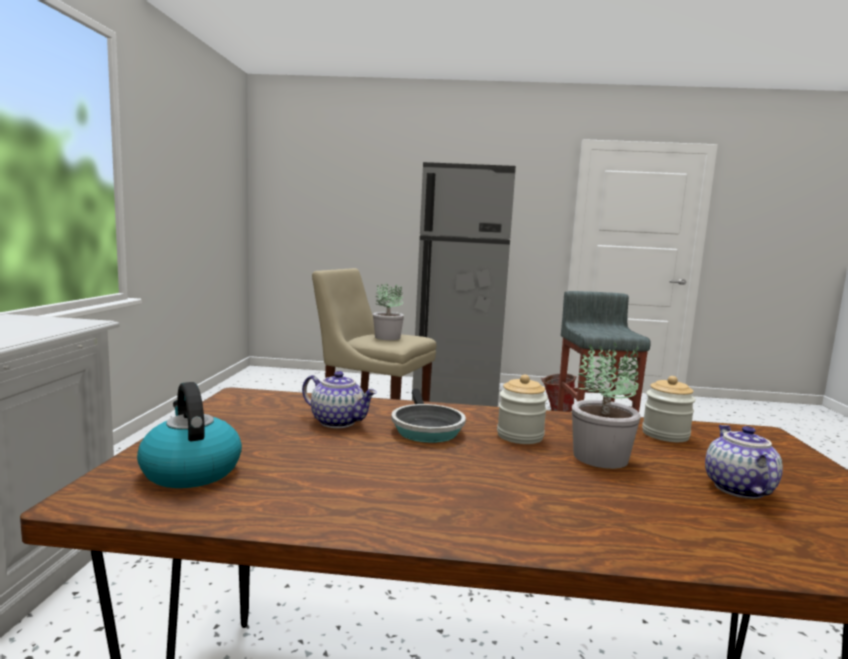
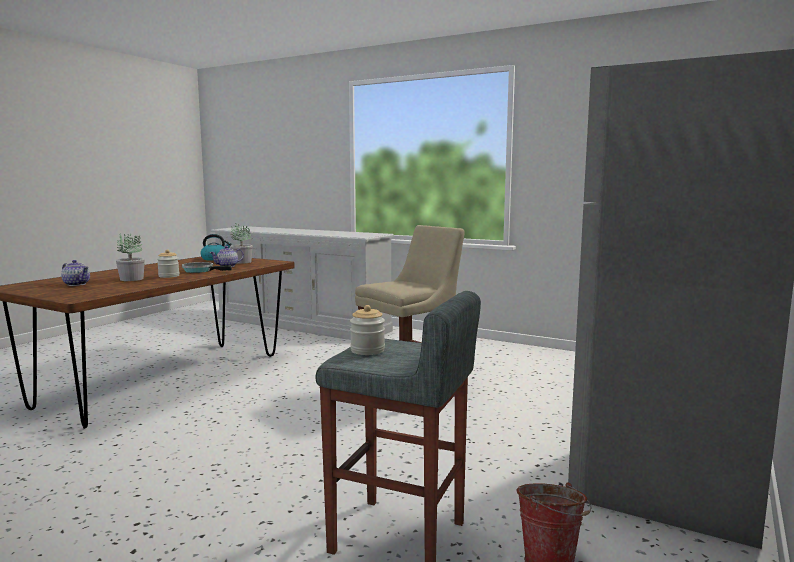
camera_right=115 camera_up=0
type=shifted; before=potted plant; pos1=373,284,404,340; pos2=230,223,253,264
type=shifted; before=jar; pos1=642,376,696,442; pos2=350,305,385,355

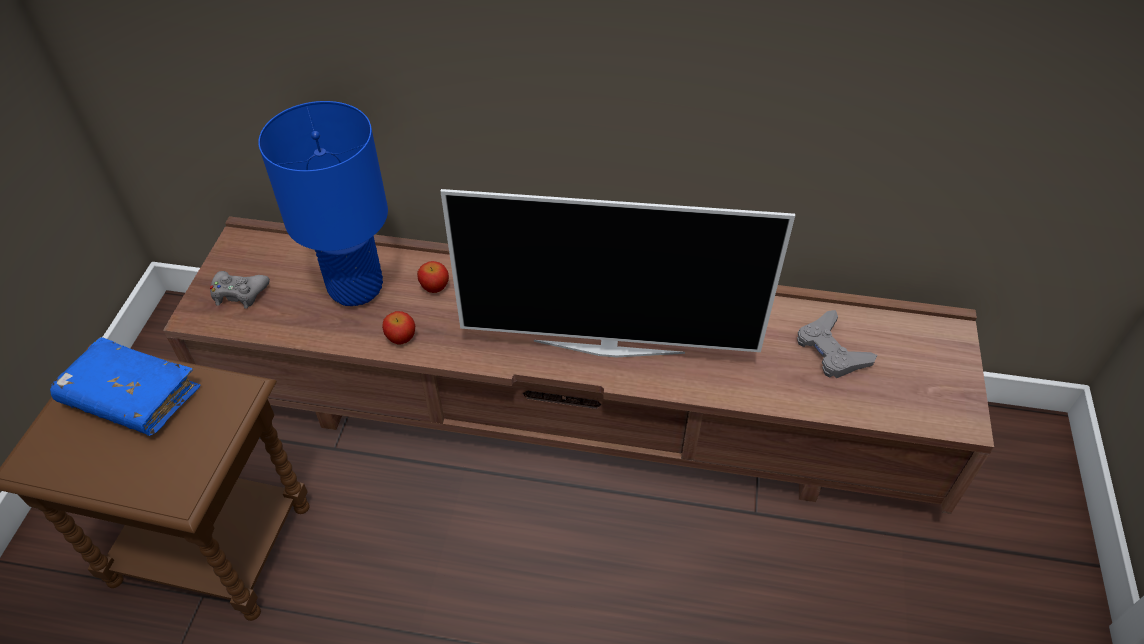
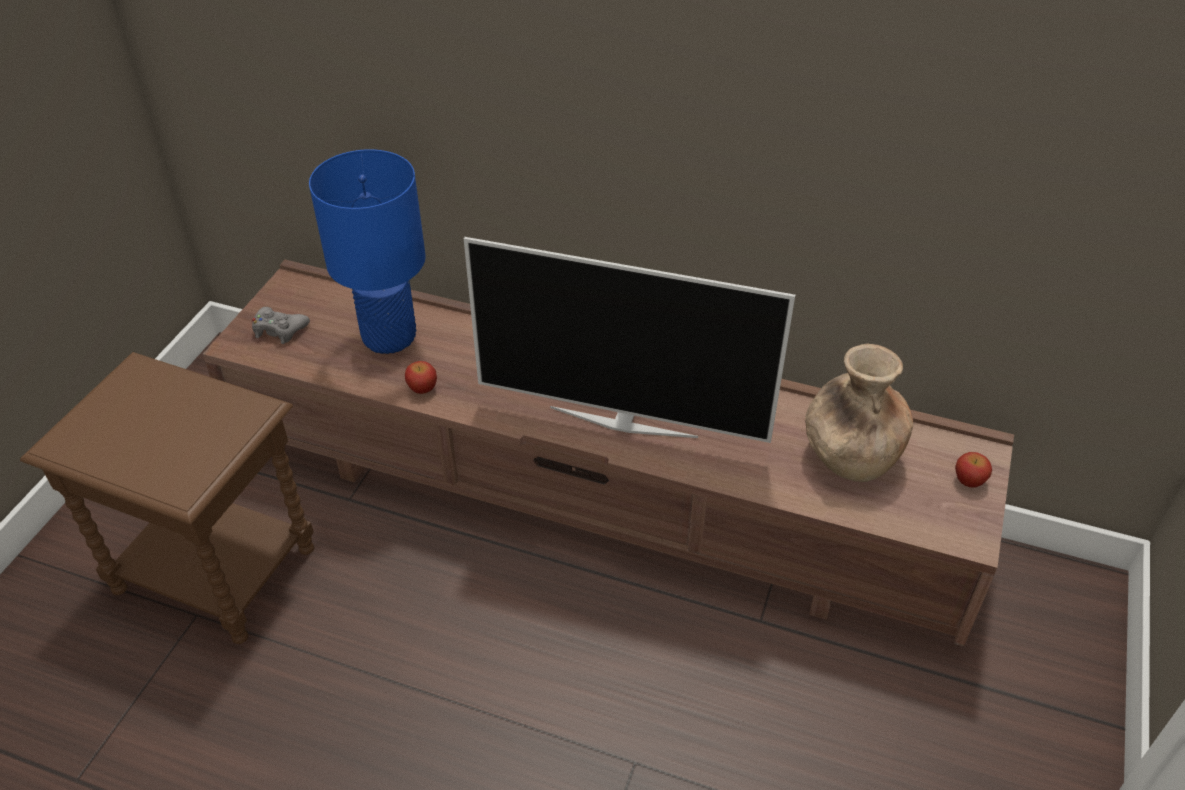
camera_right=10 camera_up=-5
type=shifted; before=apple; pos1=417,261,449,293; pos2=955,452,992,488
type=swapped; before=grey game controller; after=brown vase; pos1=797,310,877,378; pos2=805,343,913,482
type=gone; before=blue book; pos1=50,337,201,436

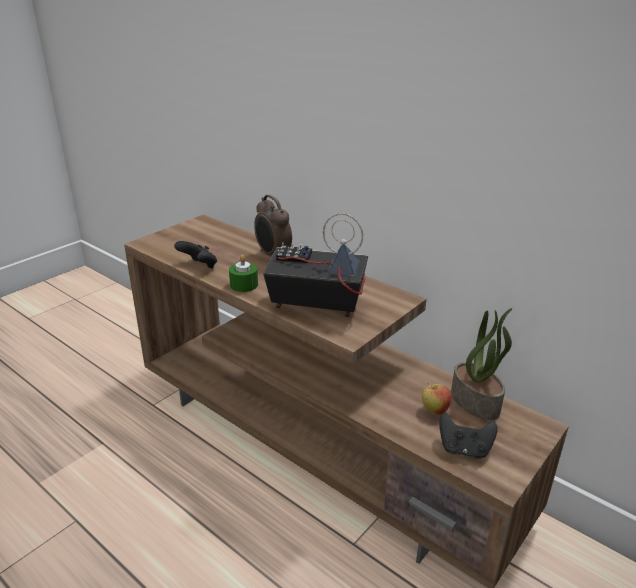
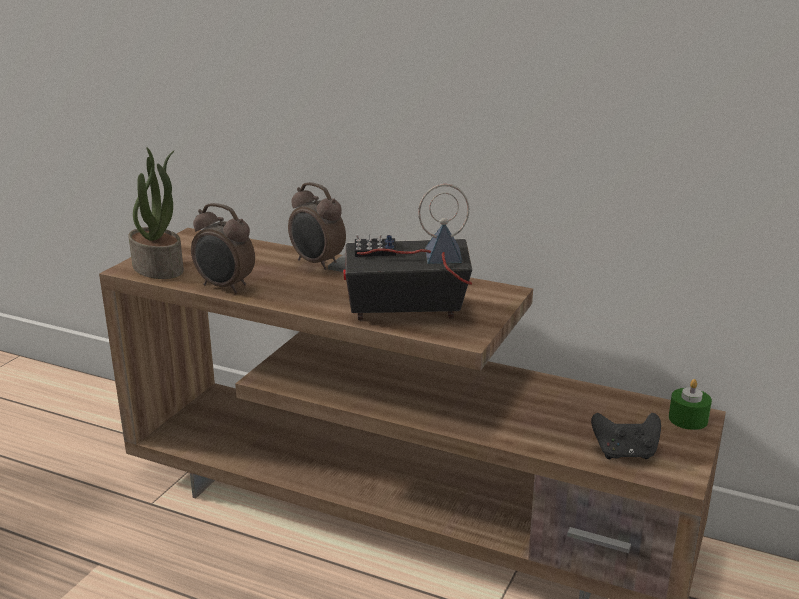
camera_right=-15 camera_up=-5
type=swapped; before=black game controller; after=alarm clock; pos1=174,241,217,268; pos2=191,203,255,294
type=shifted; before=green candle; pos1=229,255,258,292; pos2=669,379,712,430
type=shifted; before=potted plant; pos1=451,308,512,420; pos2=128,147,184,279
type=gone; before=apple; pos1=422,382,452,415

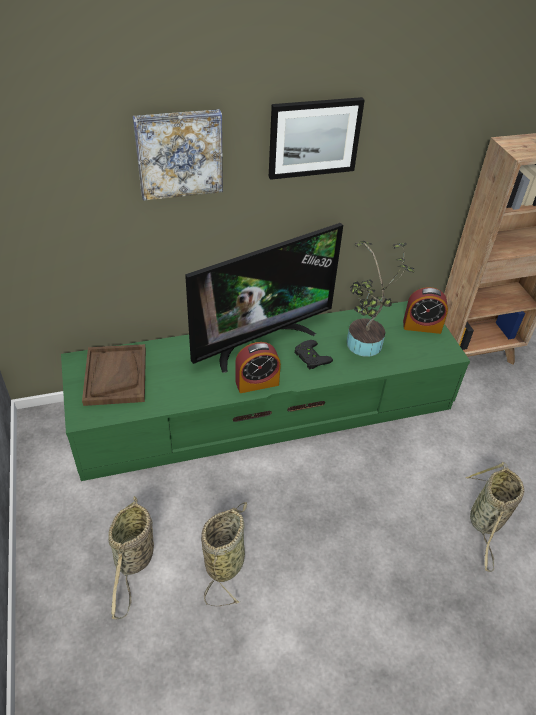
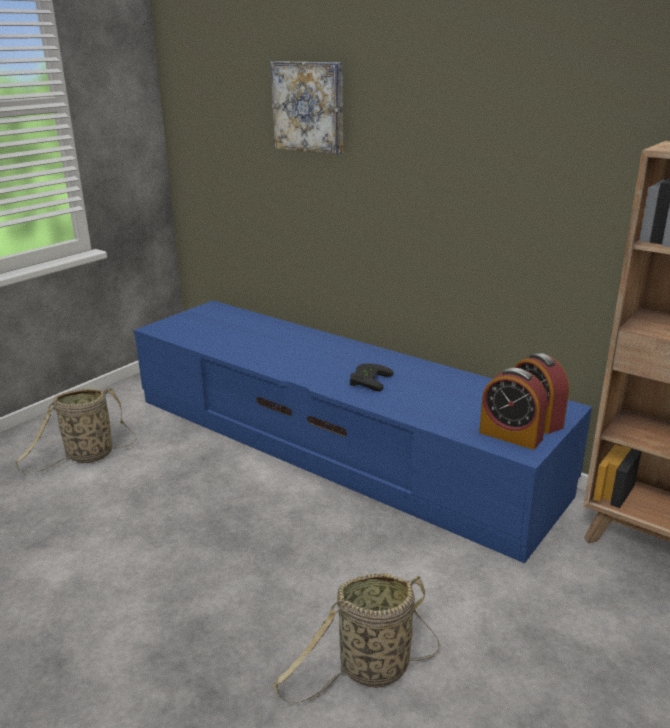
camera_right=55 camera_up=-20
type=gone; before=picture; pos1=269,97,365,180
type=gone; before=television; pos1=185,223,343,373
type=gone; before=potted plant; pos1=347,241,415,357
type=repainted; before=green tv stand; after=blue tv stand; pos1=61,301,470,481; pos2=134,301,592,563
type=shifted; before=alarm clock; pos1=235,342,281,393; pos2=479,368,547,450
type=gone; before=brown tray; pos1=82,344,146,406
type=gone; before=basket; pos1=201,502,247,606

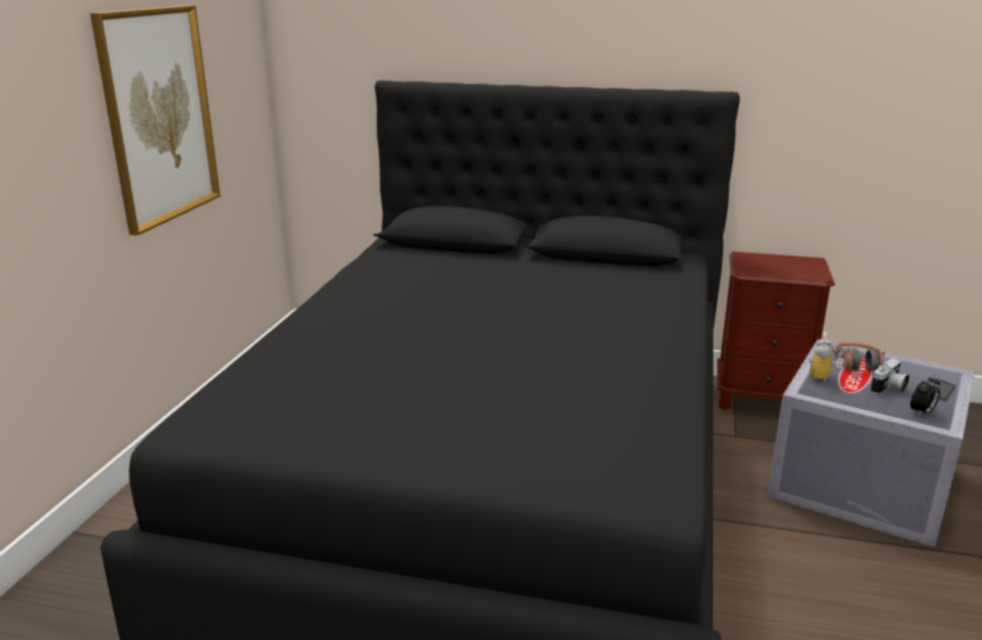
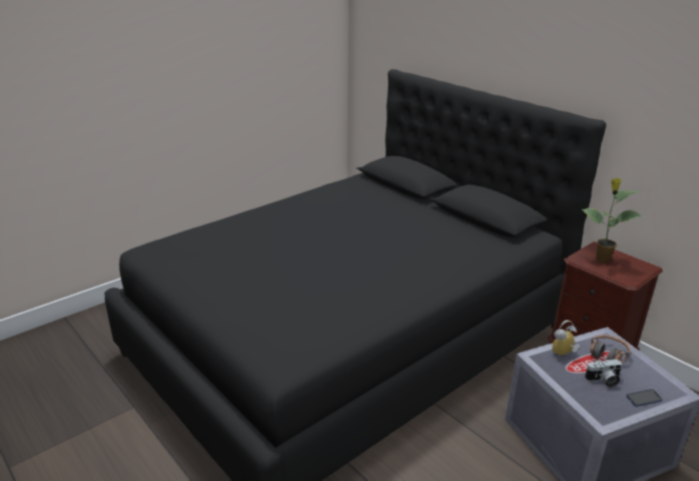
camera_right=35 camera_up=5
type=gone; before=picture; pos1=90,5,220,236
type=gone; before=alarm clock; pos1=910,374,941,416
type=new; after=potted plant; pos2=581,178,643,263

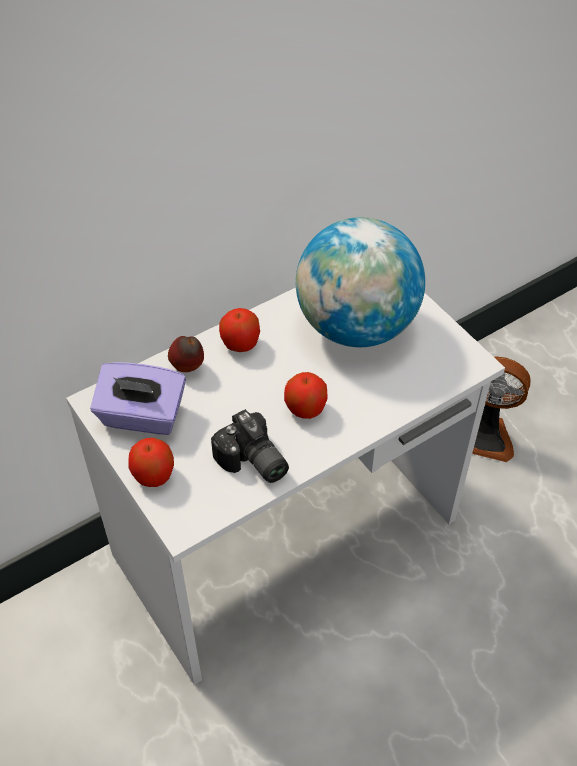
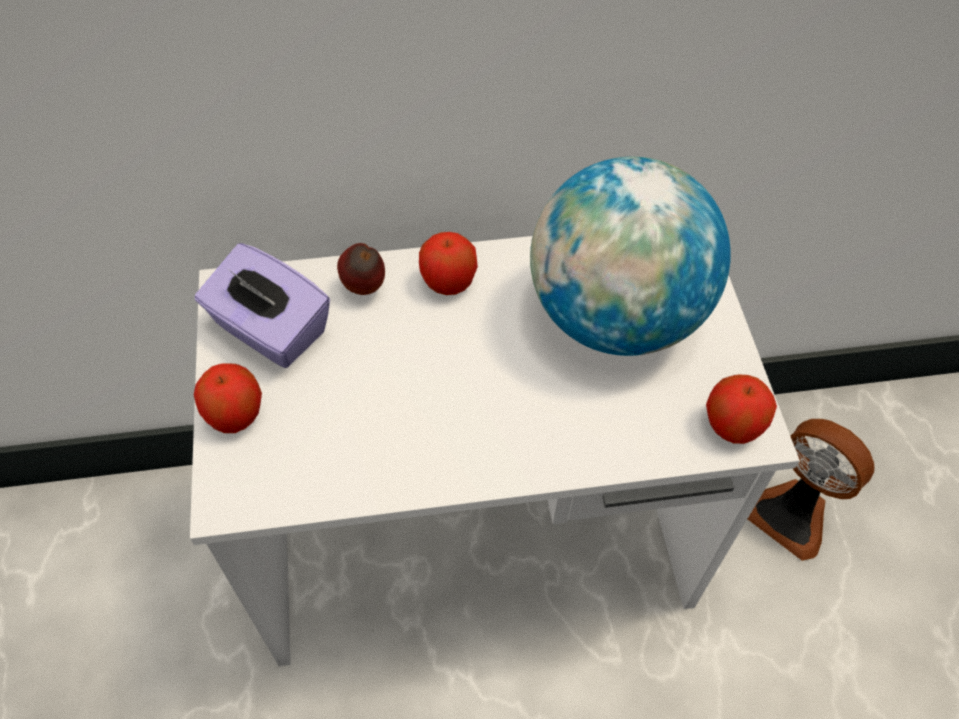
camera_right=25 camera_up=5
type=shifted; before=apple; pos1=284,372,328,419; pos2=706,375,777,444
type=gone; before=photo camera; pos1=211,409,289,483

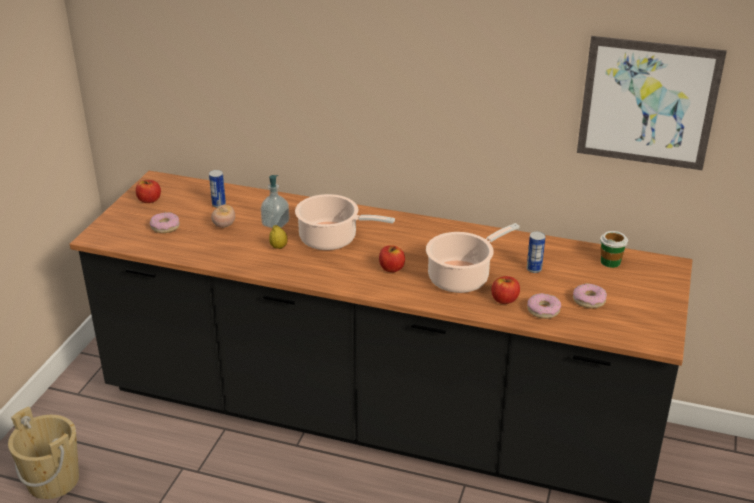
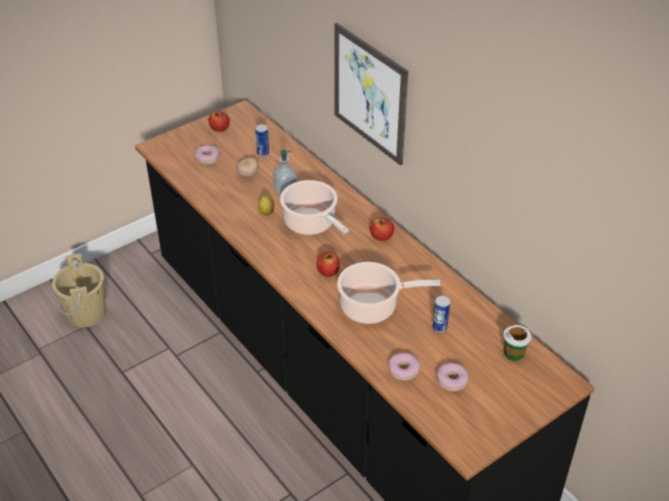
camera_right=35 camera_up=10
type=shifted; before=picture; pos1=577,36,727,170; pos2=334,23,408,166
type=shifted; before=apple; pos1=491,276,520,304; pos2=370,218,394,241

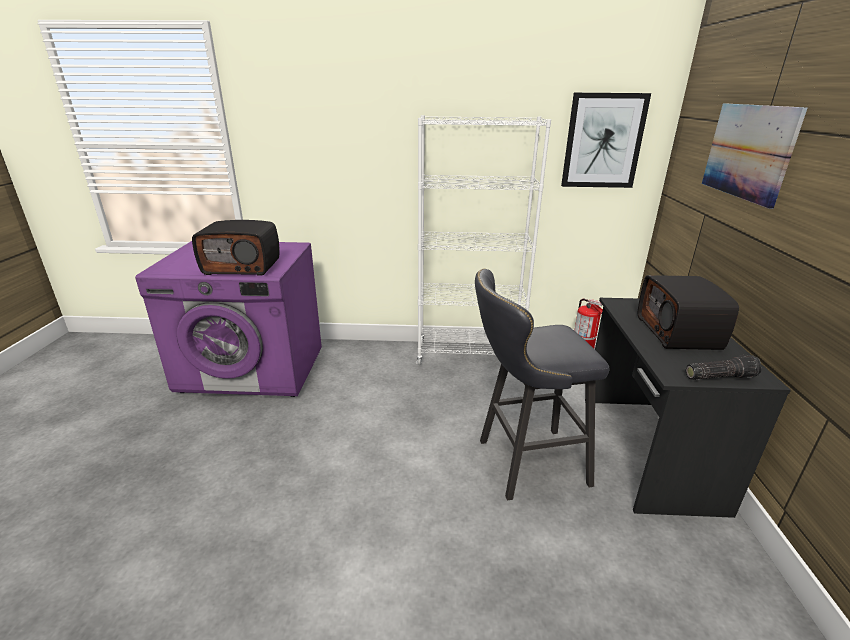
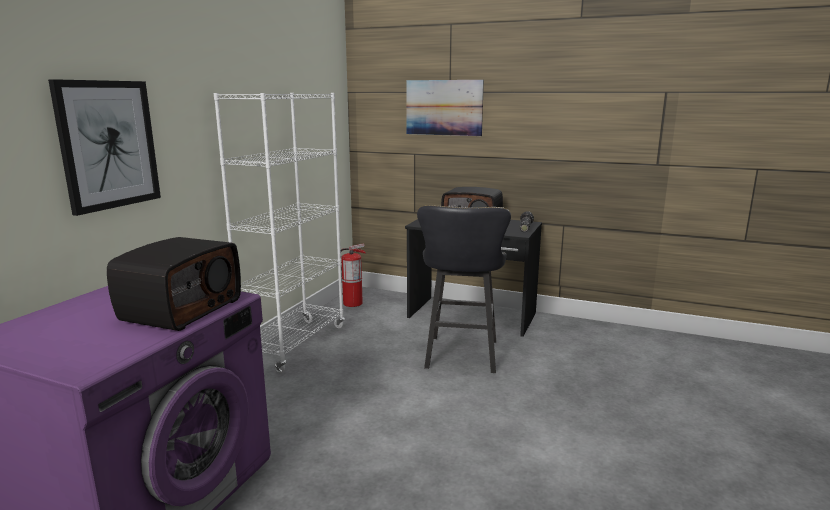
camera_right=-70 camera_up=-10
type=shifted; before=picture; pos1=561,93,651,188; pos2=48,79,161,216

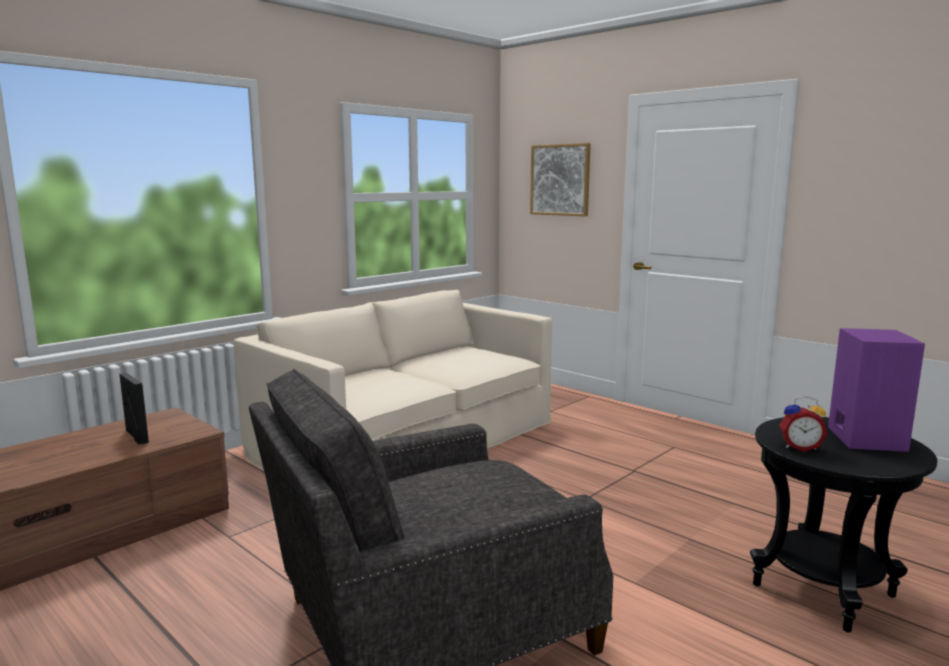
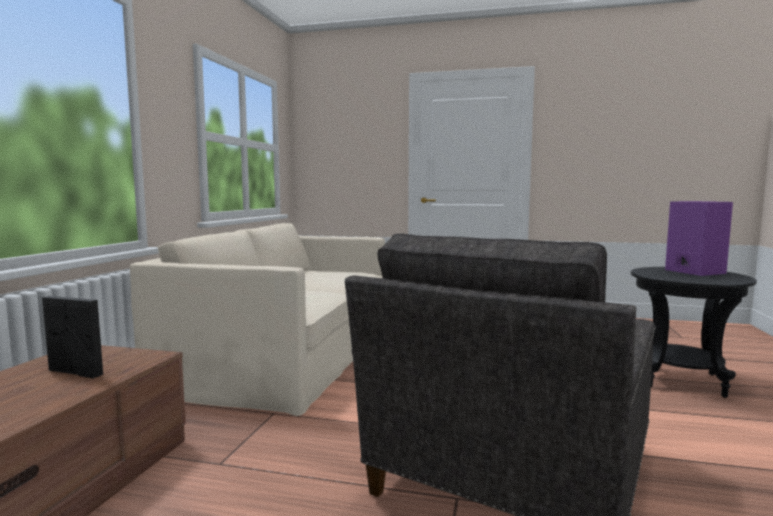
camera_right=-30 camera_up=-5
type=gone; before=picture; pos1=530,143,591,217
type=gone; before=alarm clock; pos1=779,396,828,452

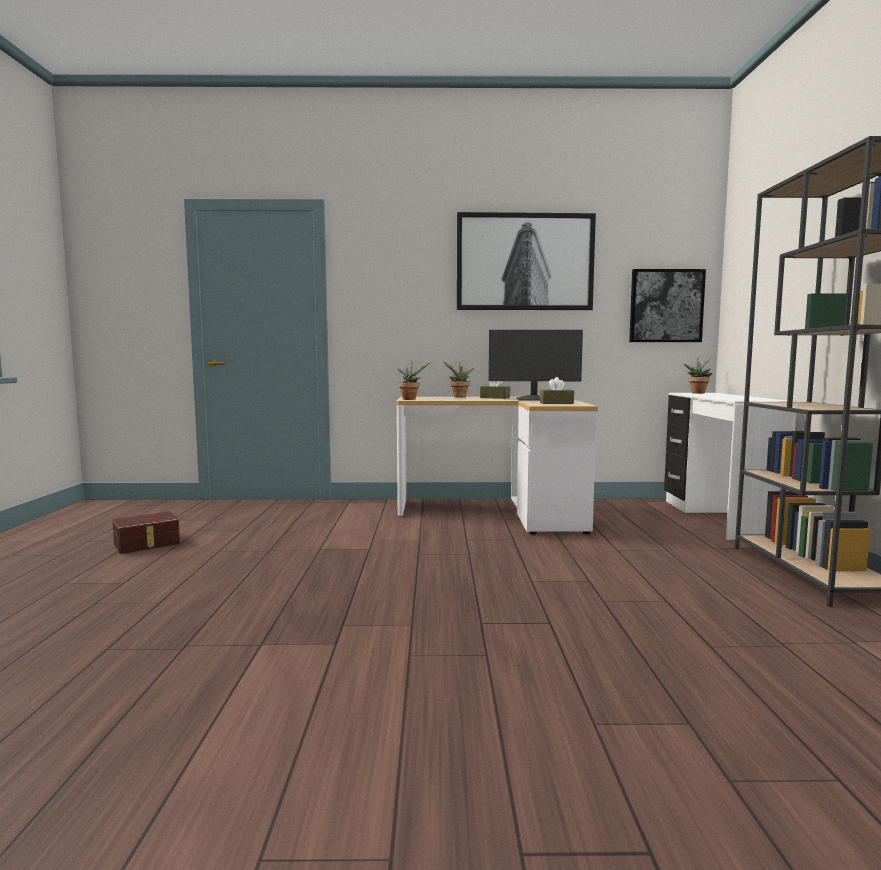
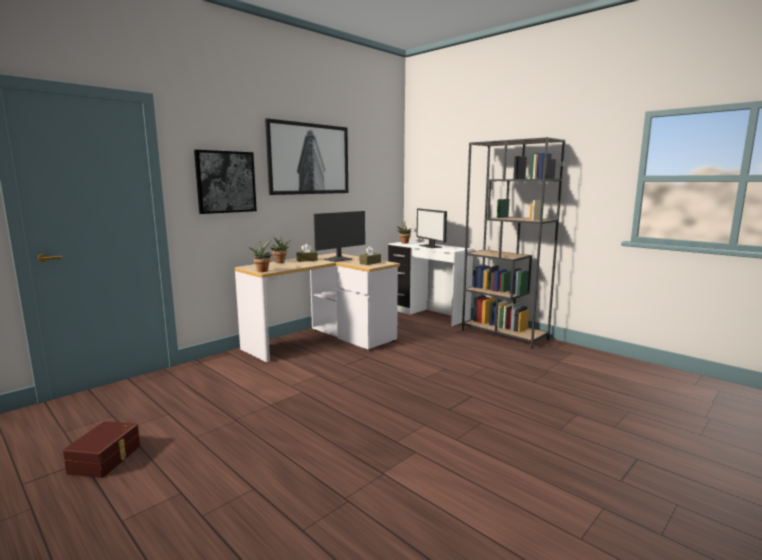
camera_right=-45 camera_up=5
type=shifted; before=picture; pos1=629,269,706,342; pos2=194,150,257,214
type=new; after=monitor; pos2=417,208,447,248

